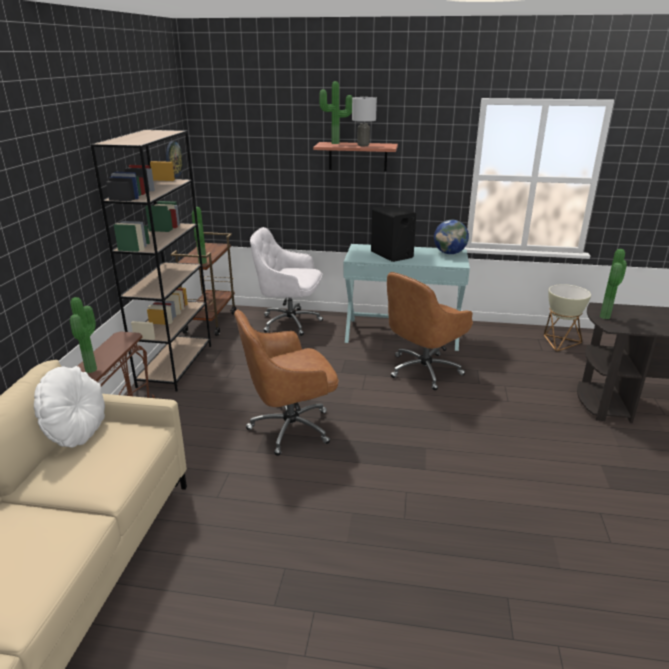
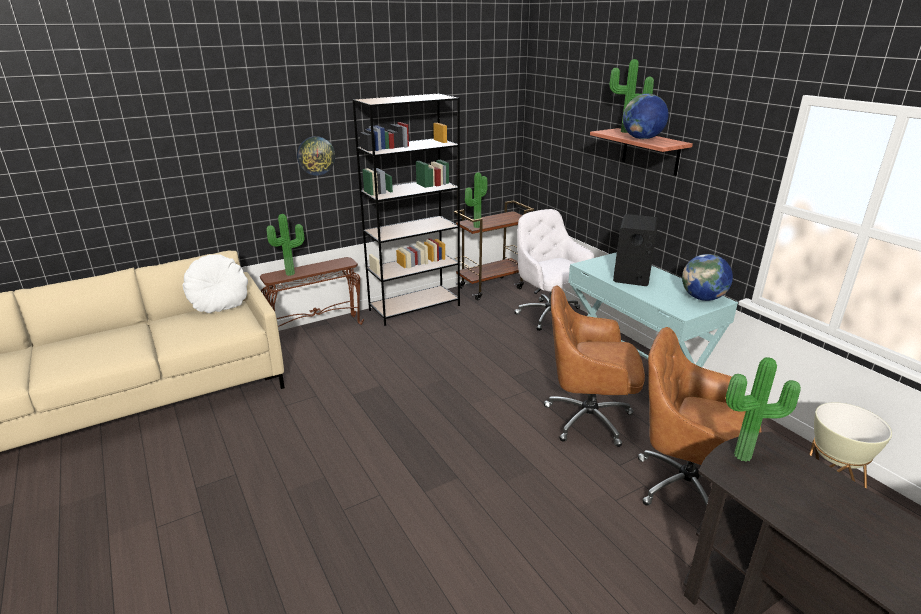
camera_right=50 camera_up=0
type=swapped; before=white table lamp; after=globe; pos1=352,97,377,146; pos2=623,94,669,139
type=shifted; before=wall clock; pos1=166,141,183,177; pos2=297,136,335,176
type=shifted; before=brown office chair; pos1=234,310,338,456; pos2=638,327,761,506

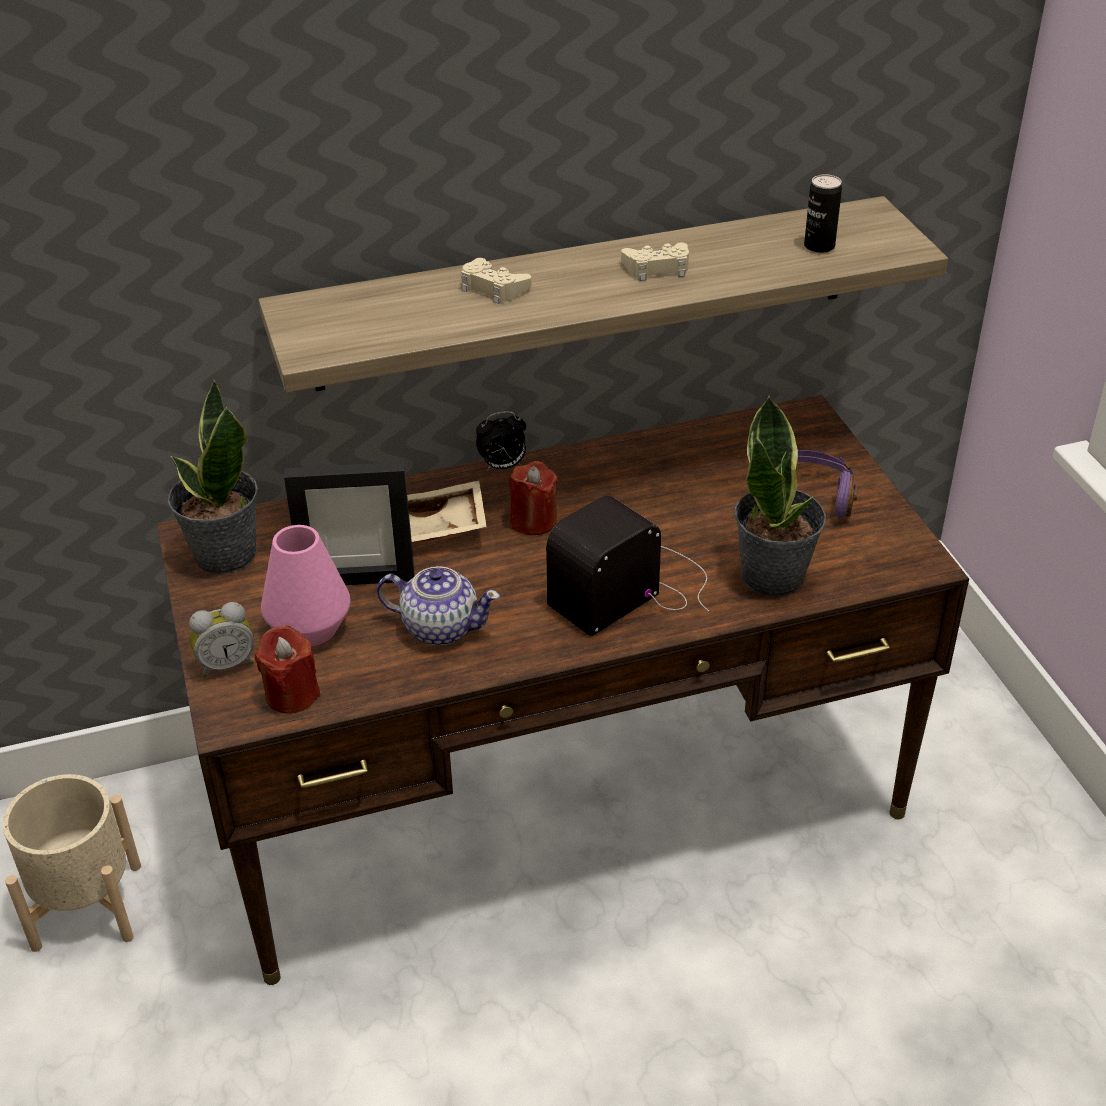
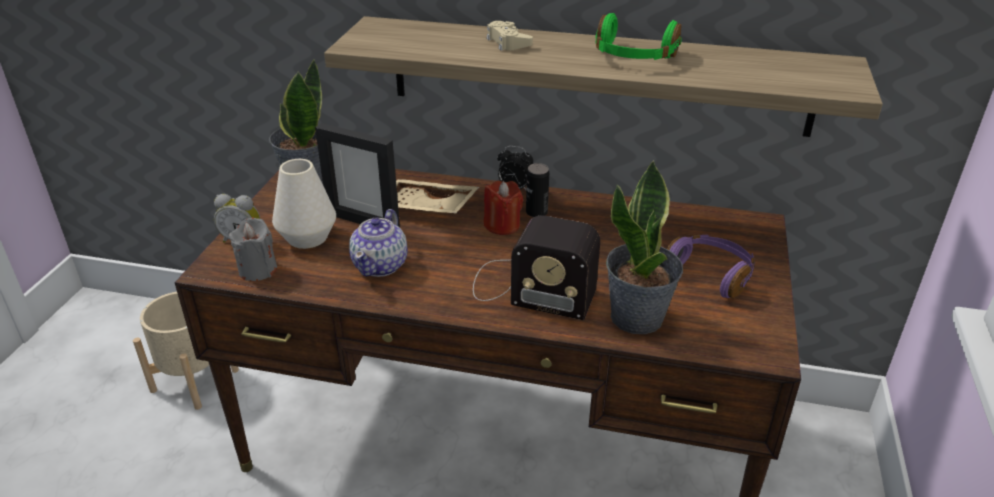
camera_right=30 camera_up=-5
type=shifted; before=can; pos1=804,174,842,253; pos2=526,163,549,217
type=swapped; before=beige game controller; after=green headphones; pos1=621,242,689,281; pos2=595,13,682,60
type=rotated; before=radio; pos1=546,496,709,636; pos2=473,215,600,320; turn=-150
type=repainted; before=pink vase; after=white vase; pos1=261,525,350,647; pos2=272,159,336,249
type=rotated; before=teapot; pos1=377,566,500,645; pos2=349,209,408,277; turn=60
type=repainted; before=red candle; after=grey candle; pos1=255,625,321,714; pos2=229,218,277,281

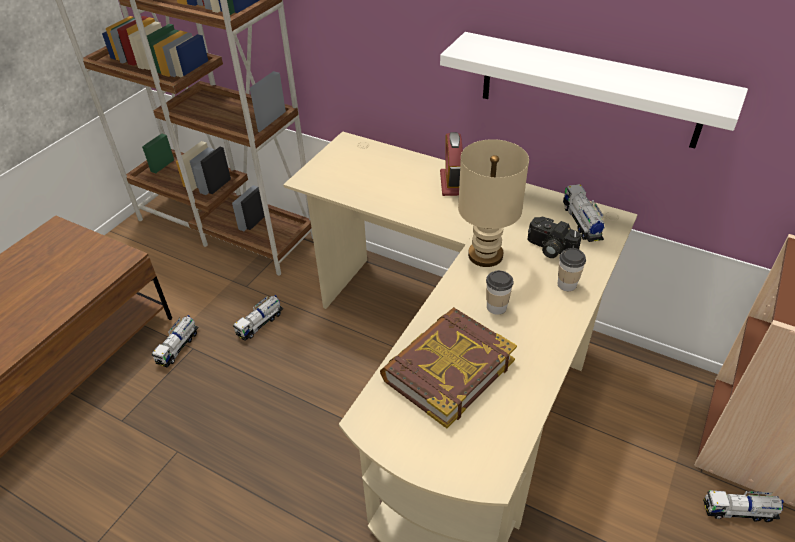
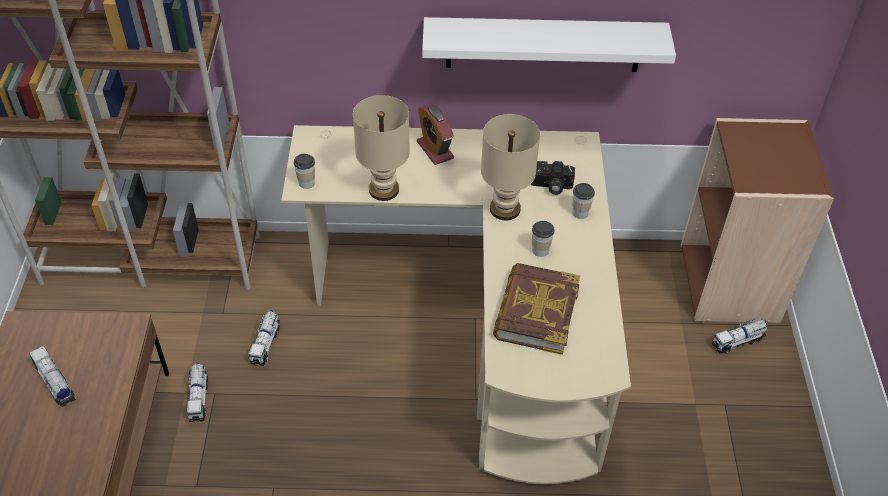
camera_right=-30 camera_up=5
type=shifted; before=toy truck; pos1=563,184,605,242; pos2=29,346,76,407
type=new; after=beige table lamp; pos2=353,95,410,201
type=new; after=cup; pos2=294,153,315,189

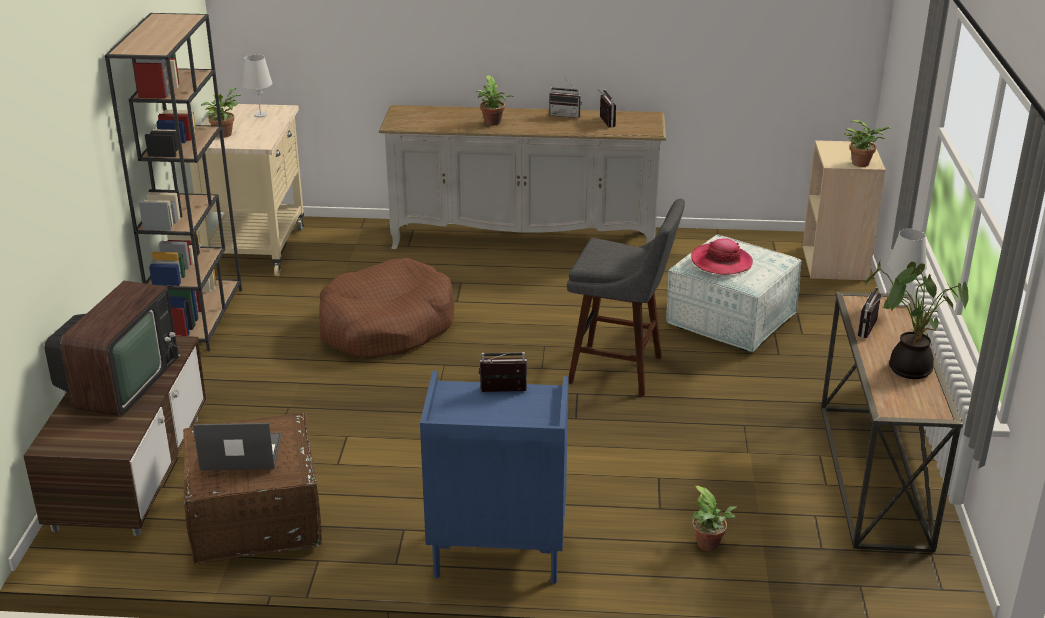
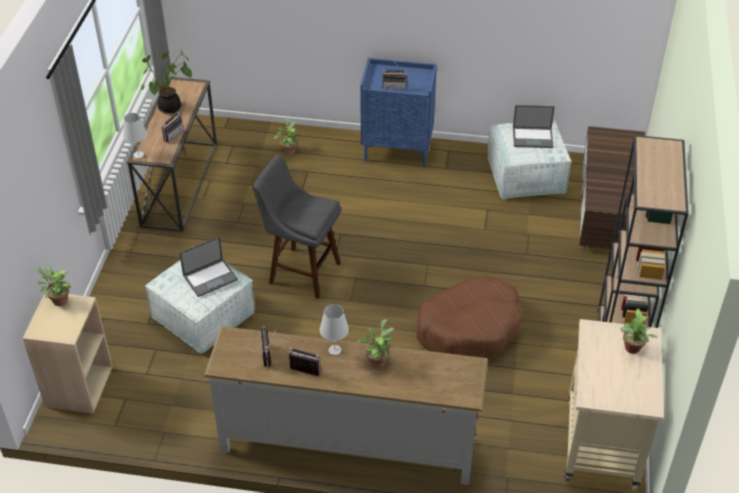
camera_right=-175 camera_up=15
type=shifted; before=white table lamp; pos1=242,54,272,117; pos2=320,304,349,355
type=swapped; before=hat; after=laptop; pos1=691,238,753,275; pos2=179,236,238,297
type=gone; before=television; pos1=45,281,180,416
type=repainted; before=brown ottoman; after=white ottoman; pos1=183,413,322,564; pos2=488,120,571,199

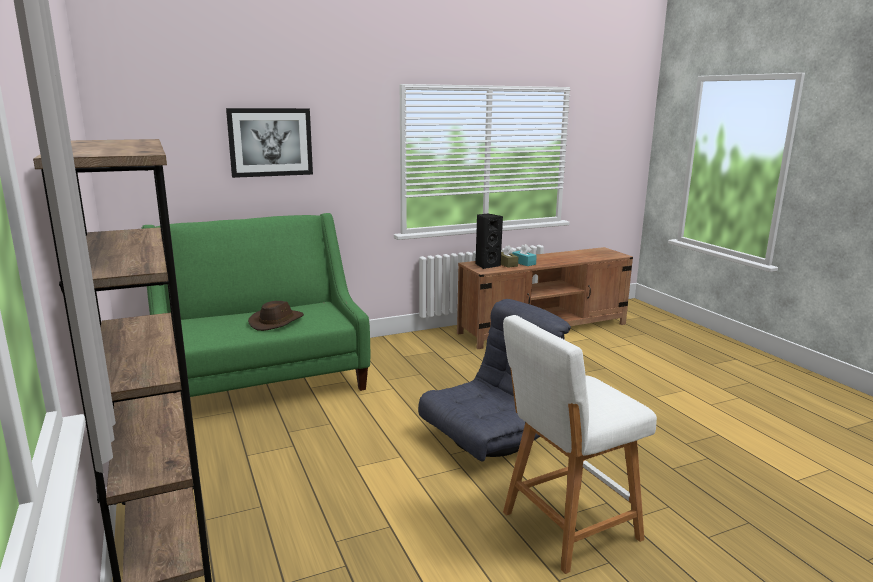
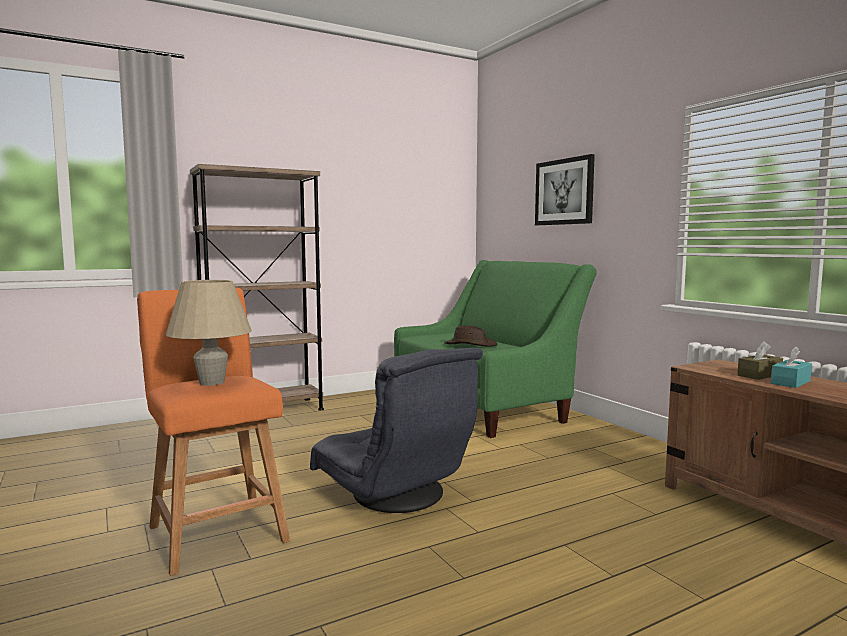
camera_right=85 camera_up=-10
type=gone; before=black speaker; pos1=475,213,503,269
type=repainted; before=white stool; after=orange stool; pos1=503,315,657,574; pos2=137,288,290,576
type=new; after=beige table lamp; pos2=166,280,252,386

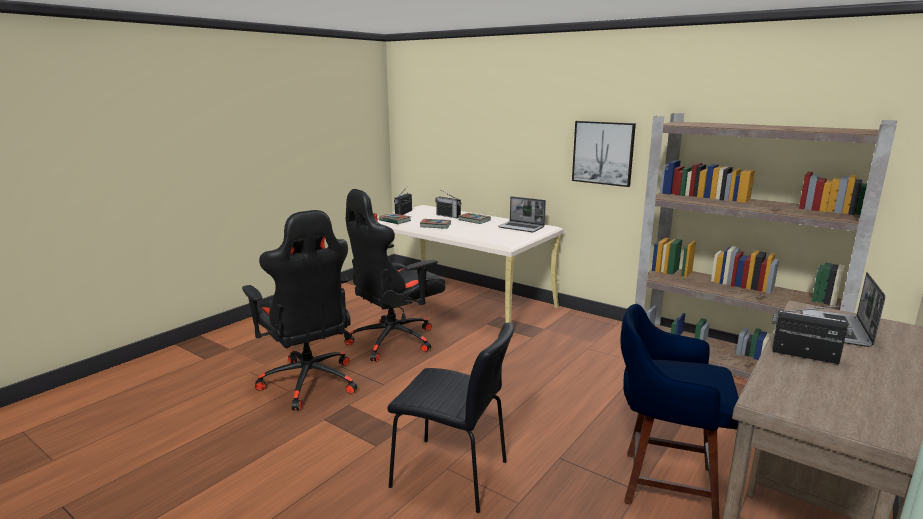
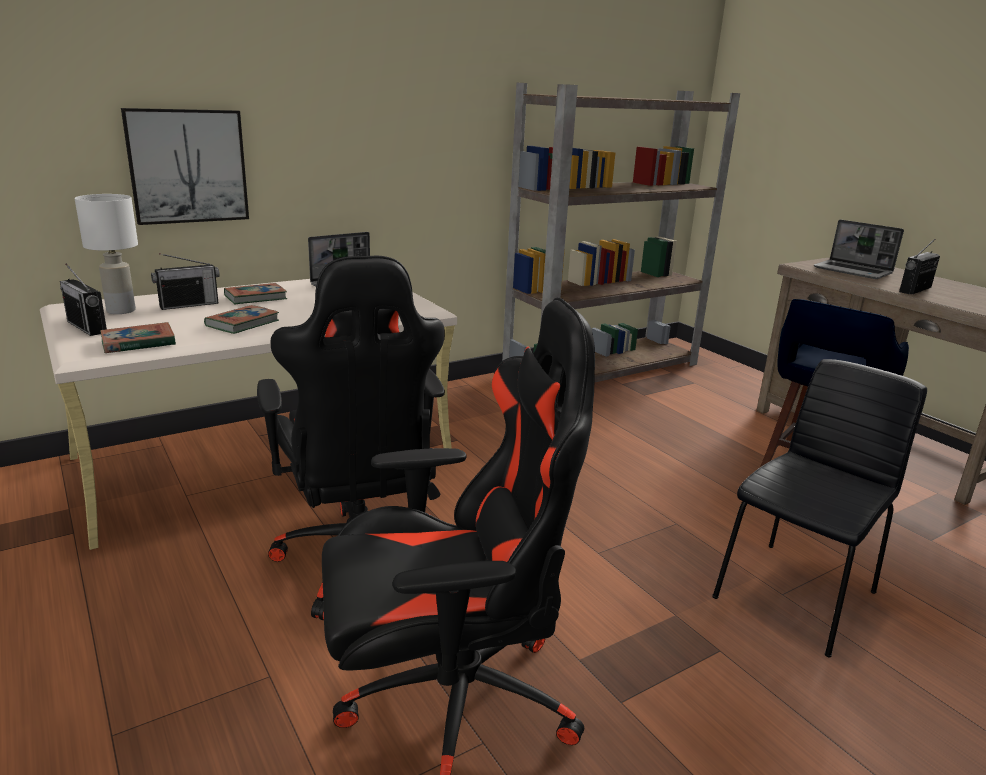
camera_right=-70 camera_up=5
type=shifted; before=picture; pos1=572,121,636,187; pos2=121,108,249,225
type=new; after=white table lamp; pos2=75,194,138,314

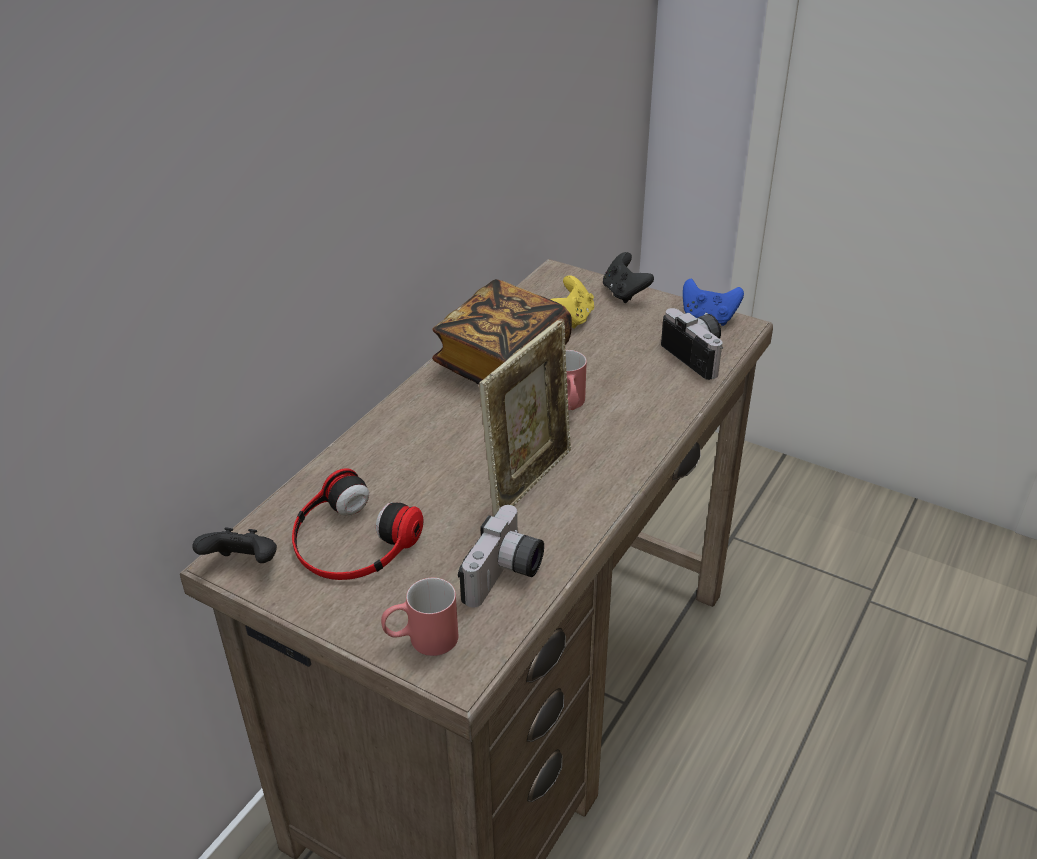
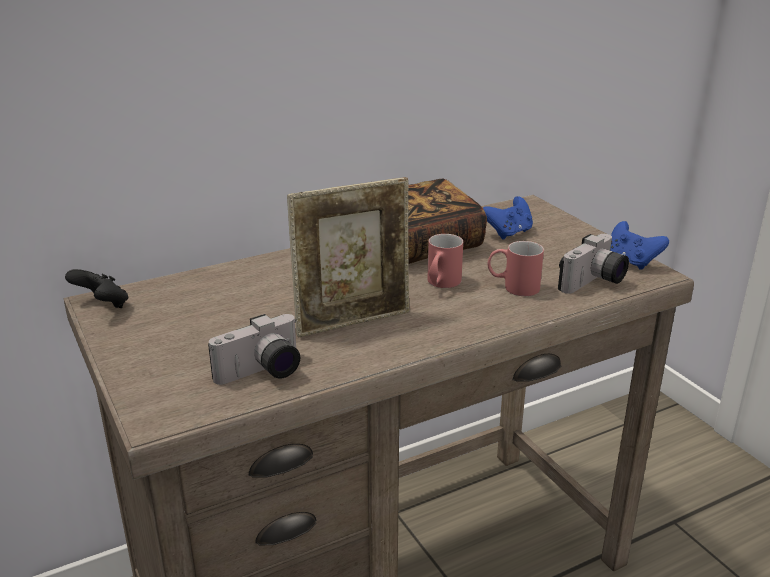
camera_right=30 camera_up=-10
type=gone; before=black game controller; pos1=603,252,654,303
type=repainted; before=yellow game controller; after=blue game controller; pos1=550,275,594,329; pos2=483,196,533,239
type=rotated; before=photo camera; pos1=661,308,723,380; pos2=558,234,629,294; turn=45
type=gone; before=headphones; pos1=292,468,423,580
type=shifted; before=red mug; pos1=381,578,458,656; pos2=488,241,544,296

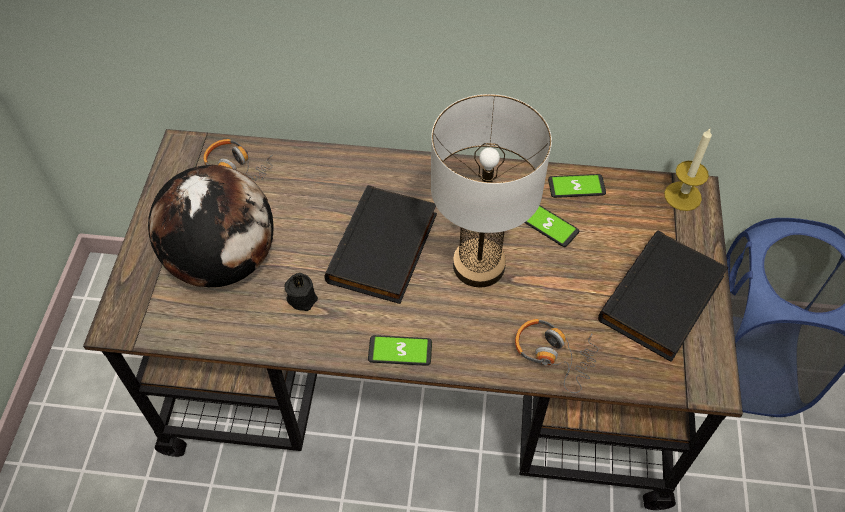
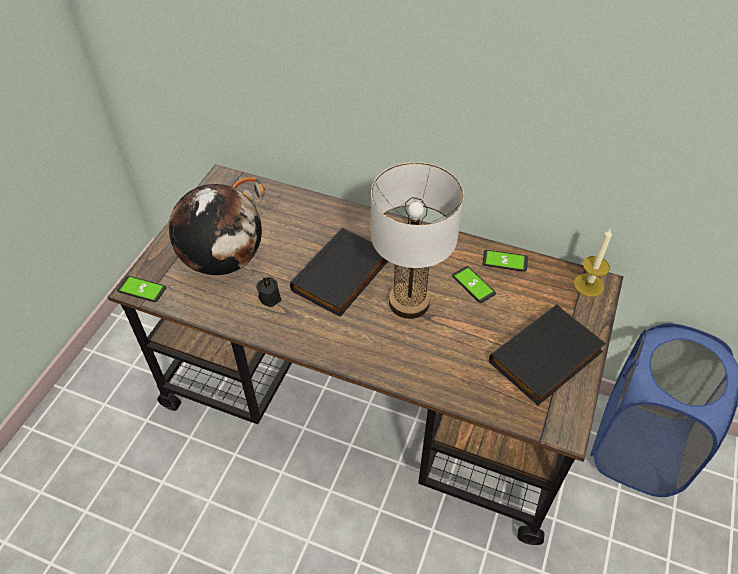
camera_right=15 camera_up=-5
type=gone; before=headphones; pos1=515,319,598,393
type=shifted; before=phone; pos1=368,335,432,366; pos2=117,276,166,302

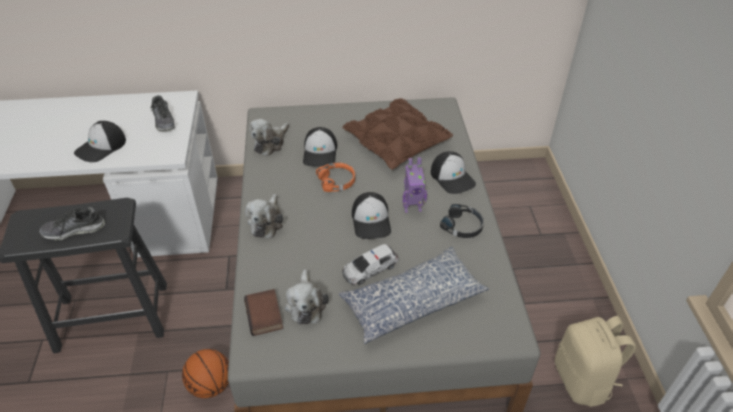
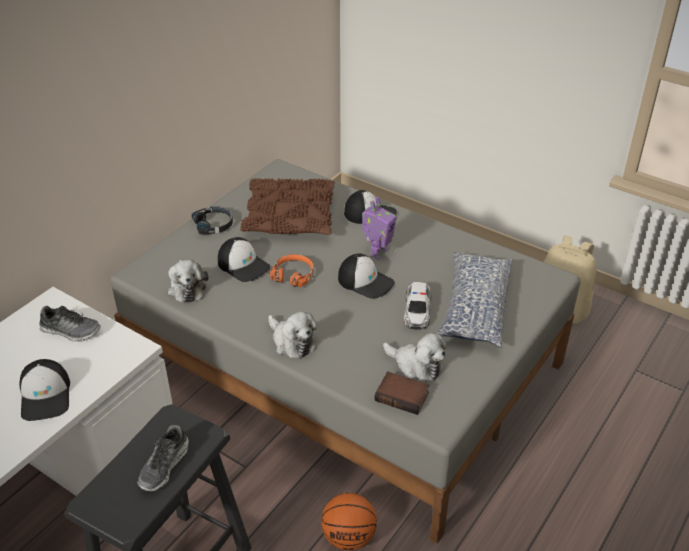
camera_right=-50 camera_up=-5
type=shifted; before=black headphones; pos1=440,204,484,238; pos2=192,206,233,234

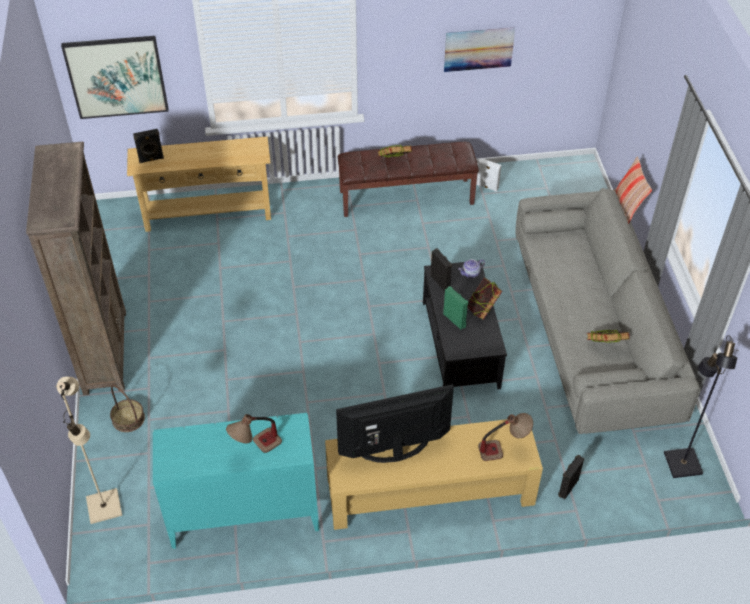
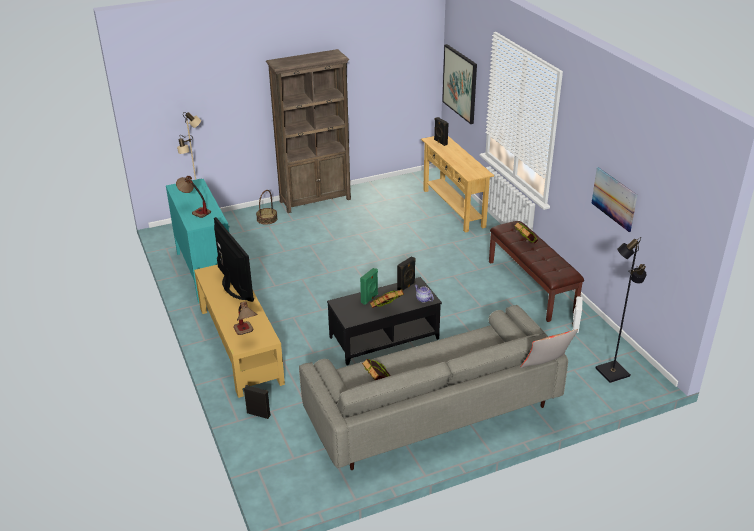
camera_right=75 camera_up=-15
type=shifted; before=black floor lamp; pos1=664,335,738,478; pos2=596,237,647,383

